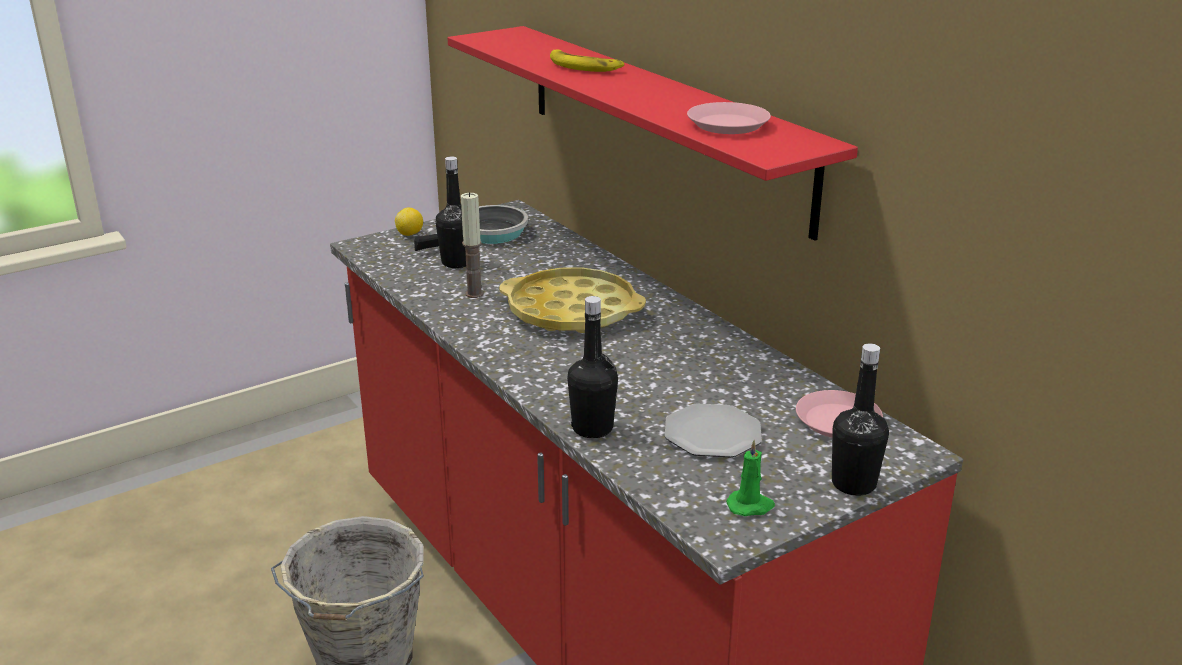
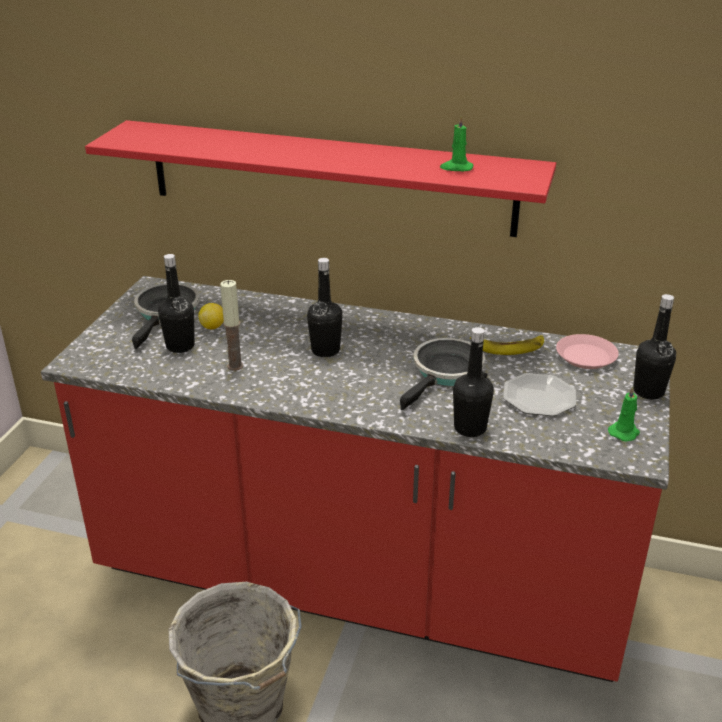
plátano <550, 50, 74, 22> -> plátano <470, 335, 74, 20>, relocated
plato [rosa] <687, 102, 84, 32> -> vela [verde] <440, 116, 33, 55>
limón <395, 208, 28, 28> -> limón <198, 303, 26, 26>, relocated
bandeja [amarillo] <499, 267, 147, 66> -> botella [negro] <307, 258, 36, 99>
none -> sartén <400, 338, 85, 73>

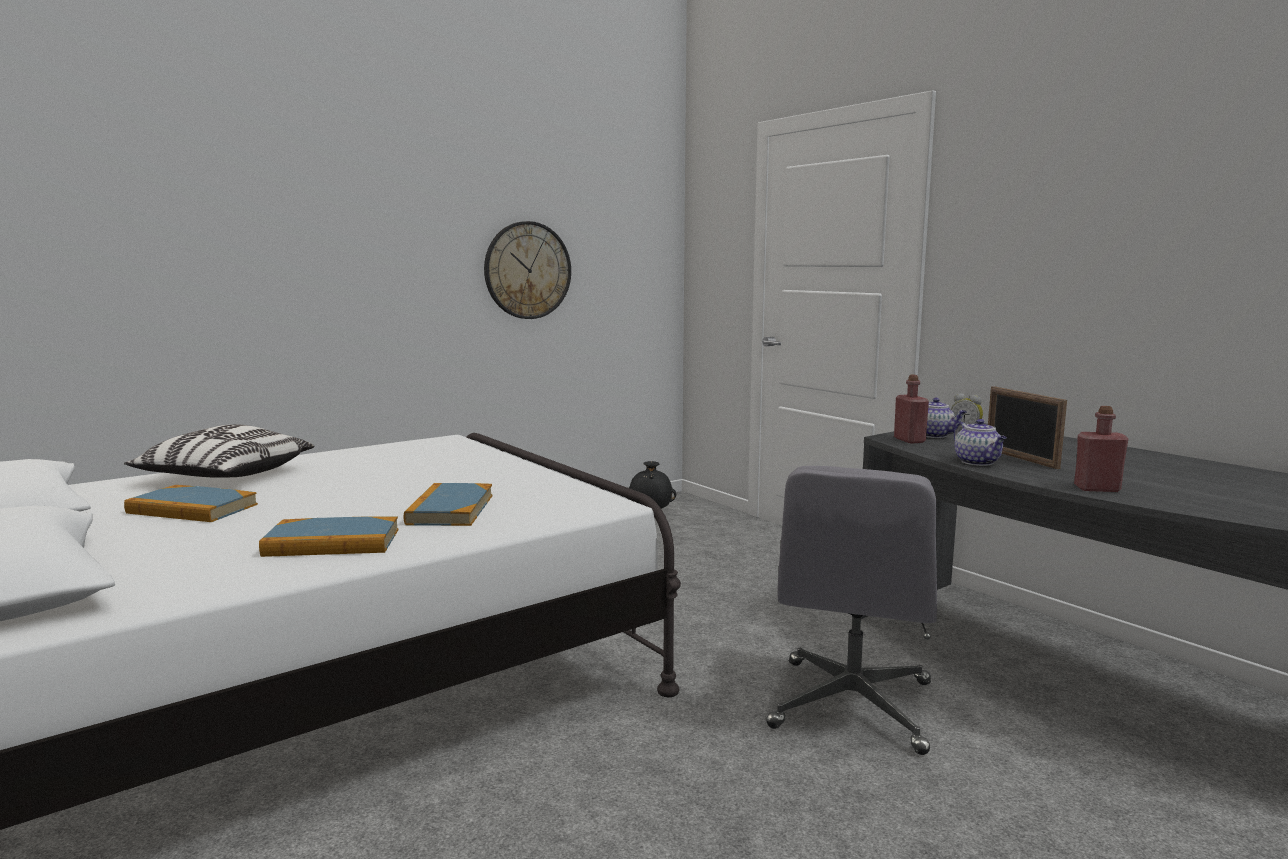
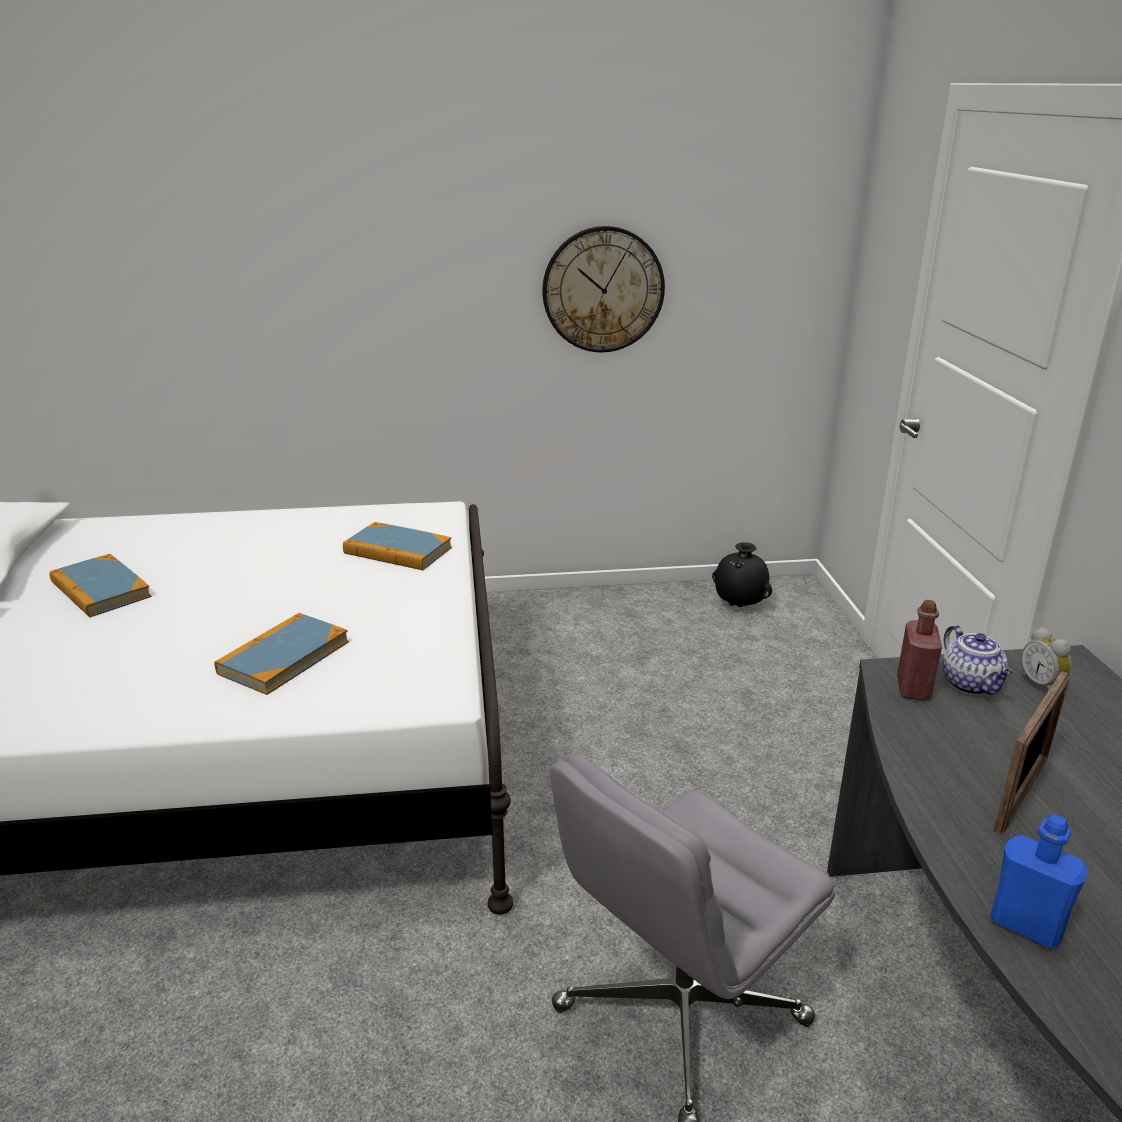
portarretratos <988, 386, 79, 83> -> portarretratos <993, 671, 76, 163>, 150 degrees counterclockwise
botella [rojo] <1074, 406, 54, 86> -> botella [azul] <991, 814, 97, 135>
tetera <954, 419, 53, 47> -> none
cojín <124, 424, 191, 54> -> none
libro <259, 516, 139, 41> -> libro <343, 522, 109, 48>, relocated

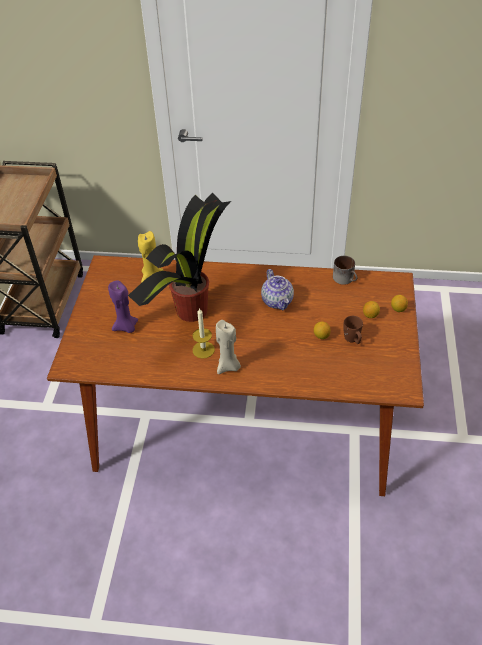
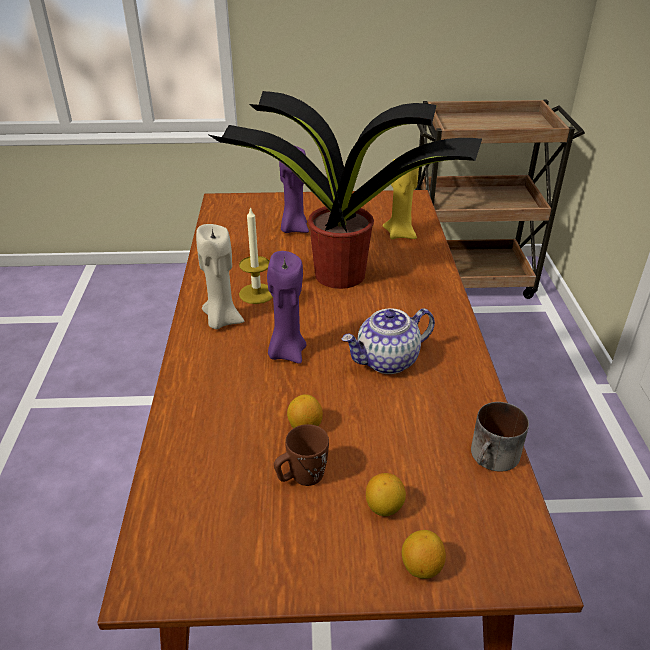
none -> vela [morado] <267, 251, 40, 113>

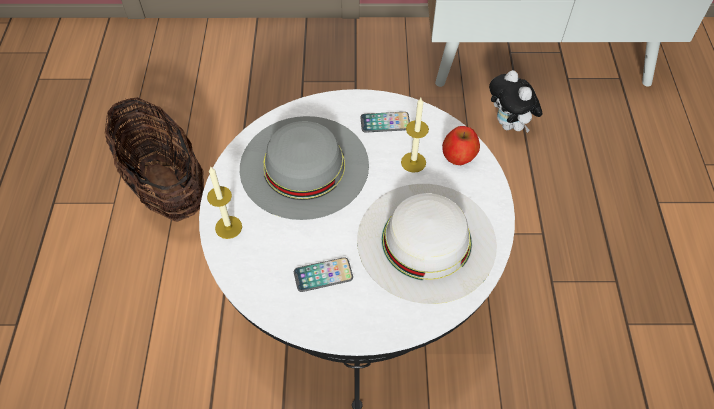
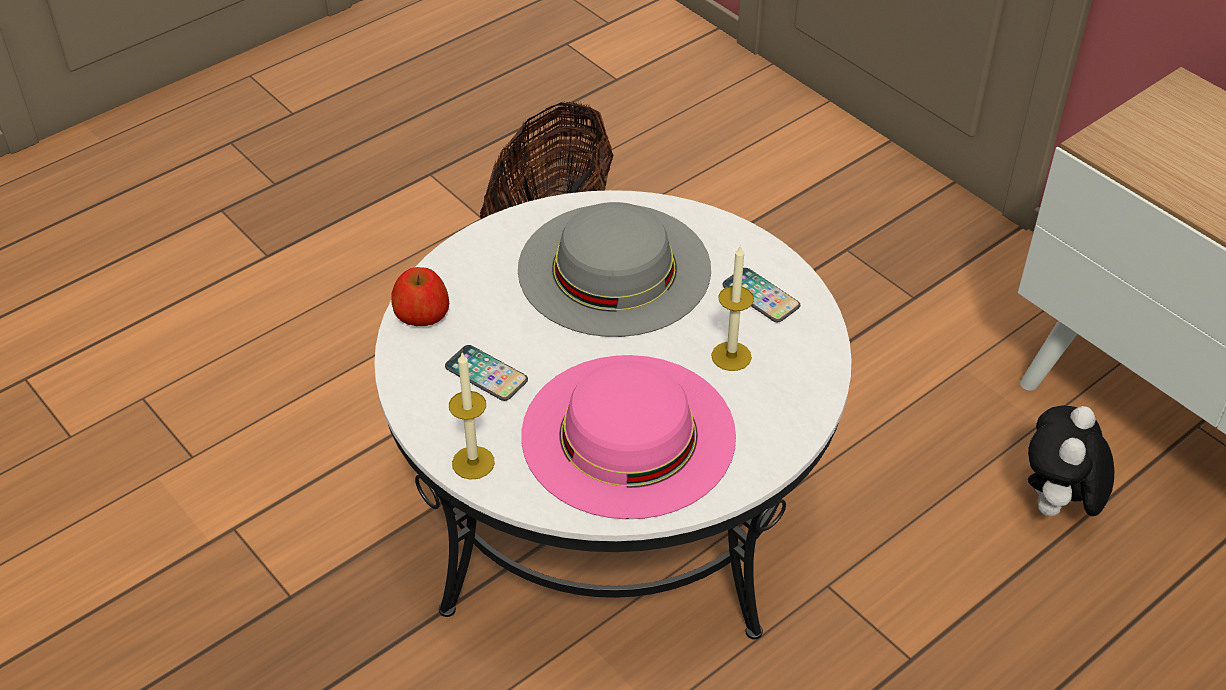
manzana <442, 126, 38, 39> -> manzana <391, 267, 58, 59>, relocated
vela <207, 166, 35, 73> -> vela <449, 353, 46, 127>, relocated
sombrero [blanco] <357, 184, 140, 120> -> sombrero [rosa] <521, 355, 215, 164>

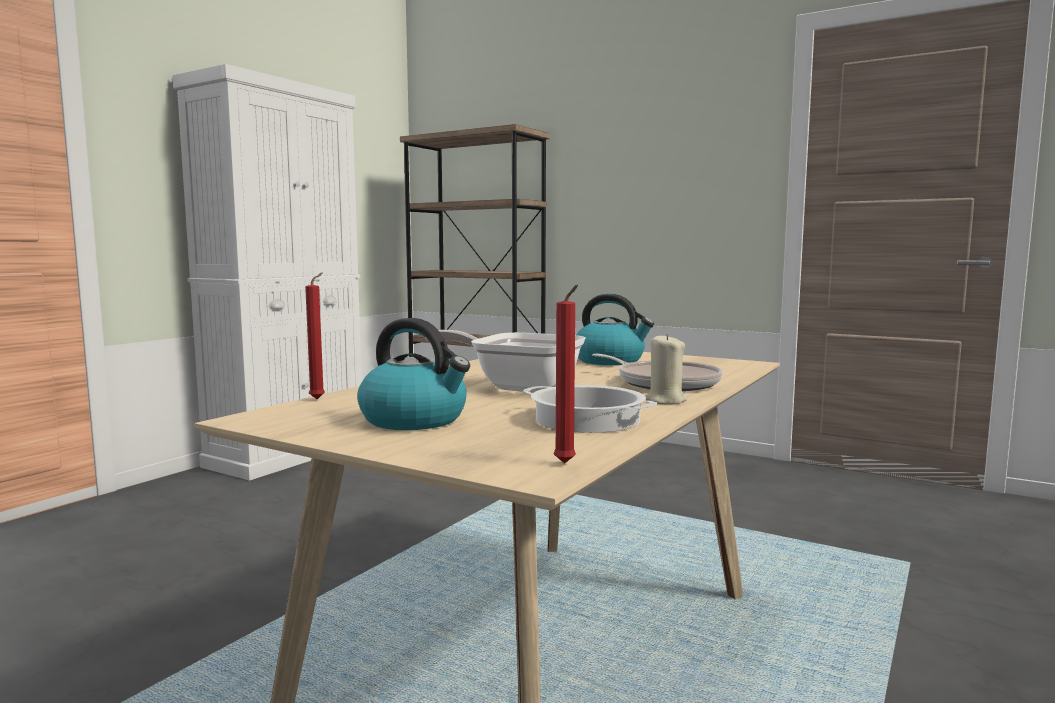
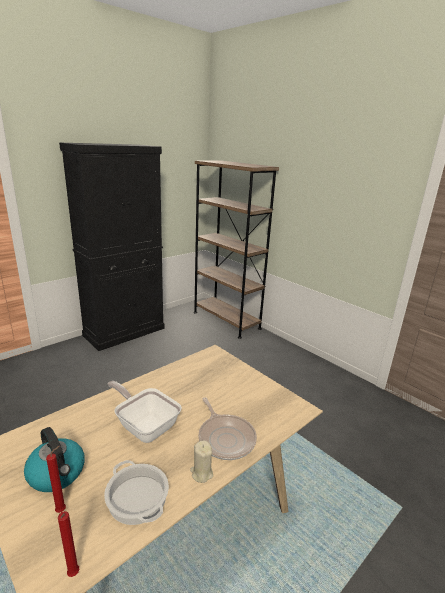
armario [blanco] <172, 64, 190, 417> -> armario [negro] <59, 143, 106, 208>
vela [rojo] <305, 272, 20, 127> -> vela [rojo] <46, 446, 20, 67>, relocated
hervidor <577, 294, 77, 71> -> none

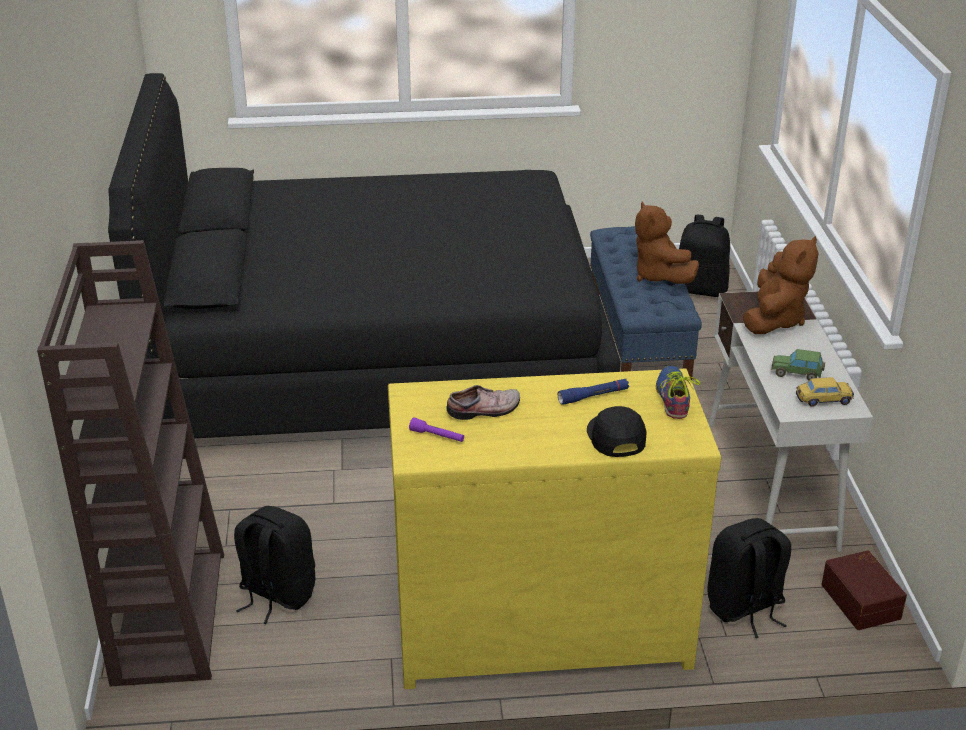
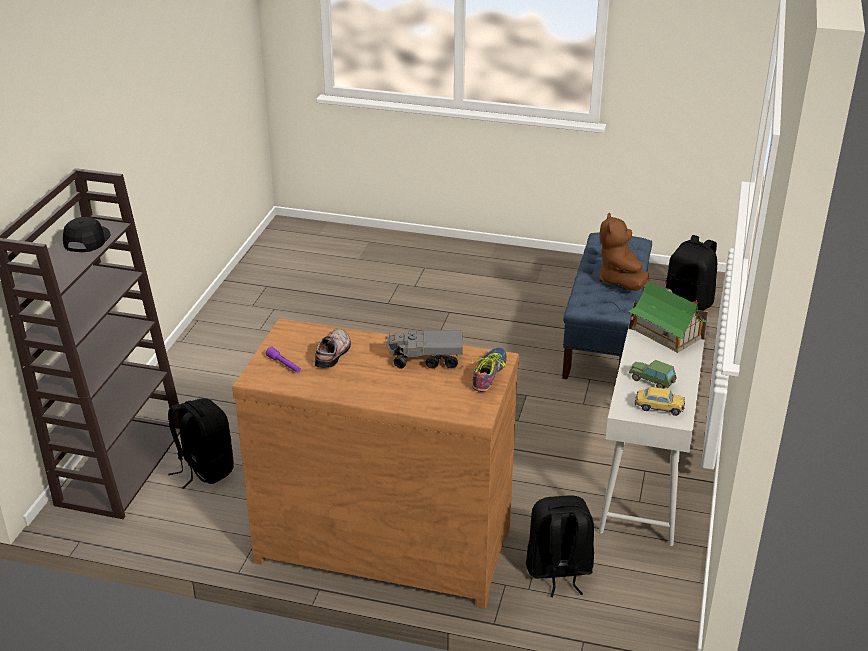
cama [negro] <108, 73, 513, 365> -> none
peluche [marrón] <743, 236, 76, 98> -> casita <628, 277, 81, 76>
cómoda [amarillo] <388, 368, 334, 321> -> cómoda [marrón] <232, 318, 287, 290>
linterna [azul] <558, 379, 71, 26> -> camión de juguete <385, 330, 78, 39>
zapato <446, 385, 74, 35> -> zapato <315, 329, 36, 39>, 75 degrees counterclockwise
gorra [negro] <587, 406, 60, 51> -> gorra [negro] <63, 217, 48, 35>, relocated
caja de almacenaje [marrón] <822, 550, 85, 80> -> none

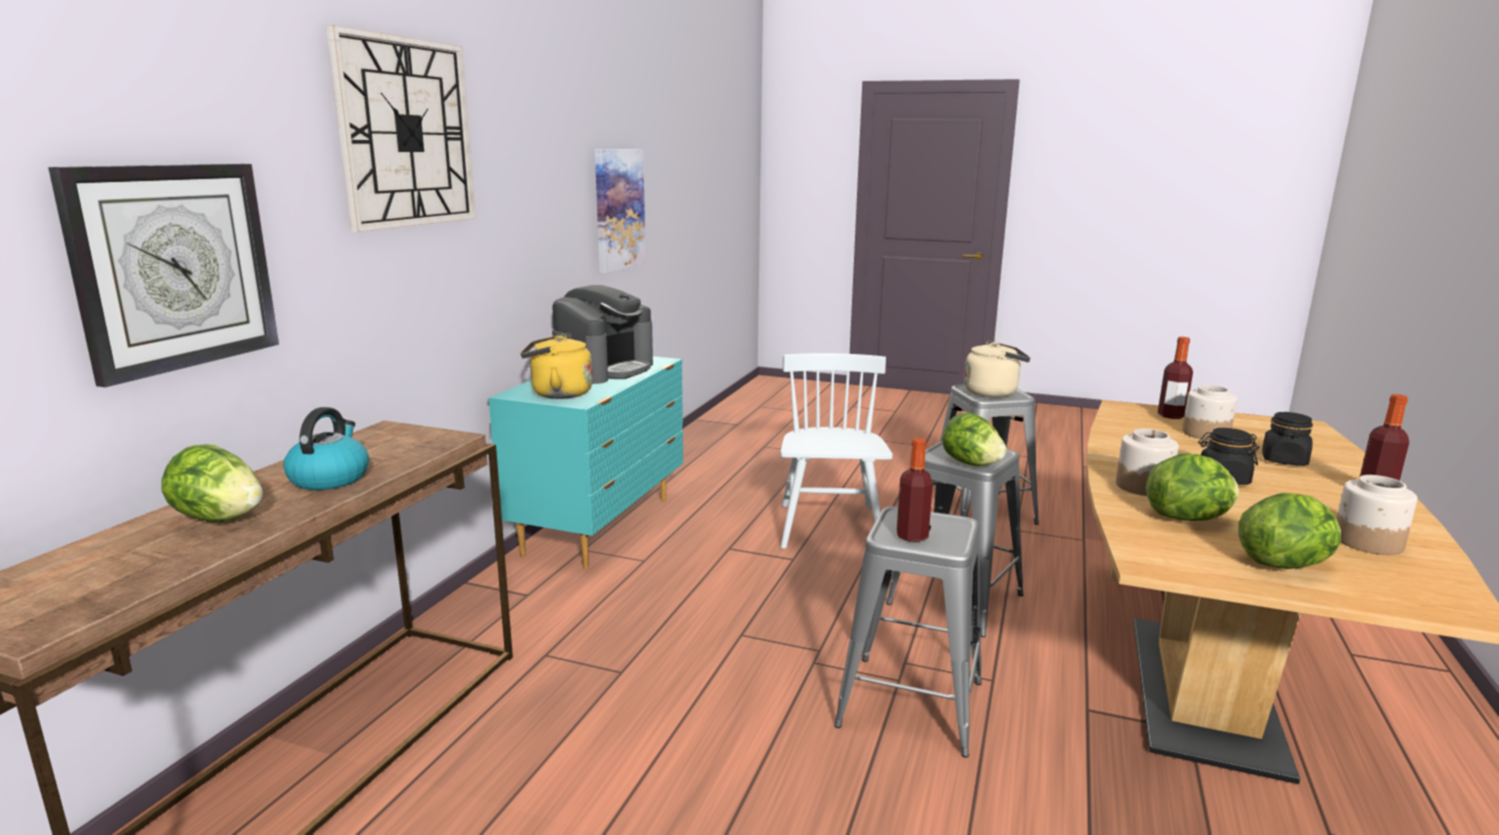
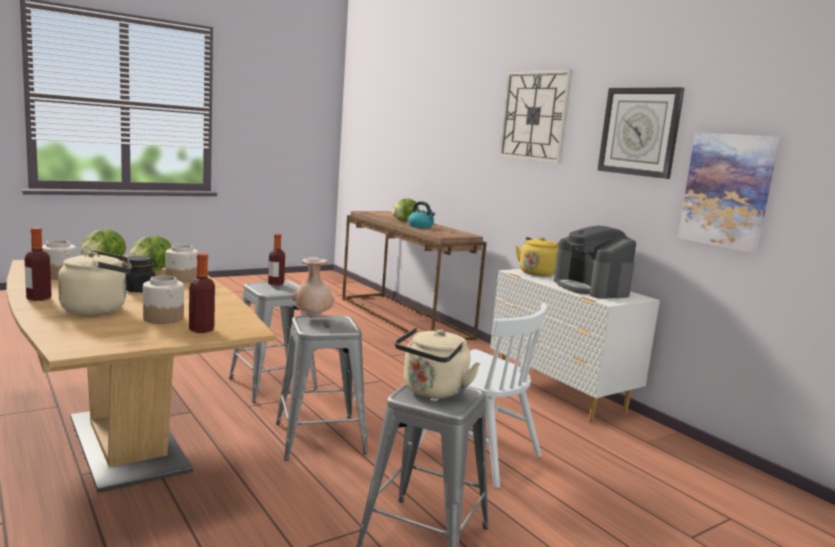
reloj de pared <48, 164, 231, 223> -> reloj de pared <598, 87, 87, 92>, relocated
cómoda [turquesa] <489, 356, 194, 213> -> cómoda [blanco] <490, 269, 170, 154>
tarro [negro] <1262, 412, 51, 54> -> hervidor [beis] <58, 250, 74, 65>
lechuga <942, 413, 64, 53> -> florero [beis] <292, 257, 43, 61>

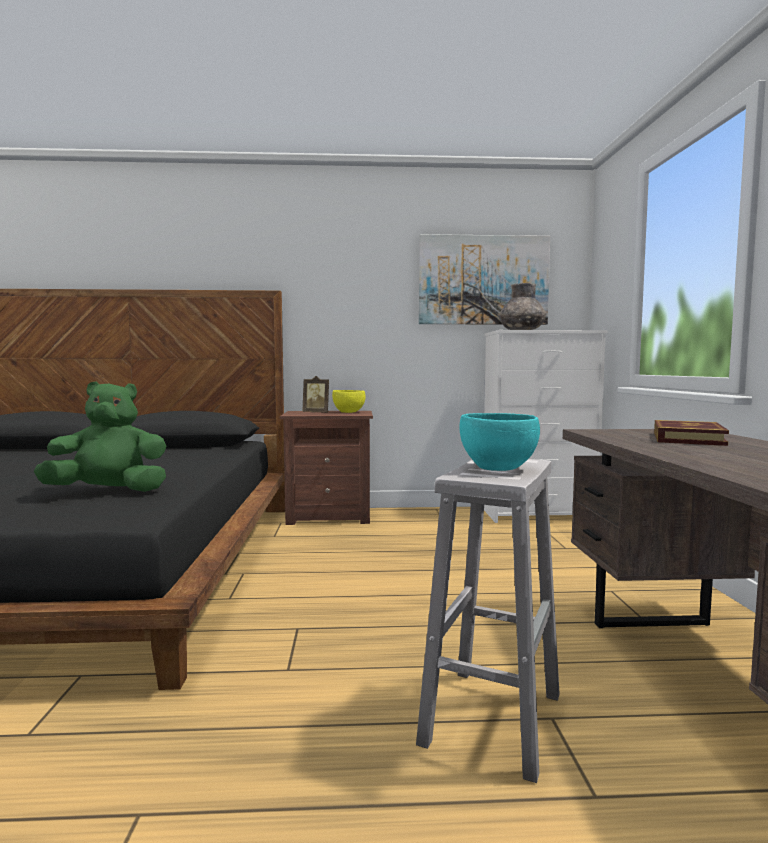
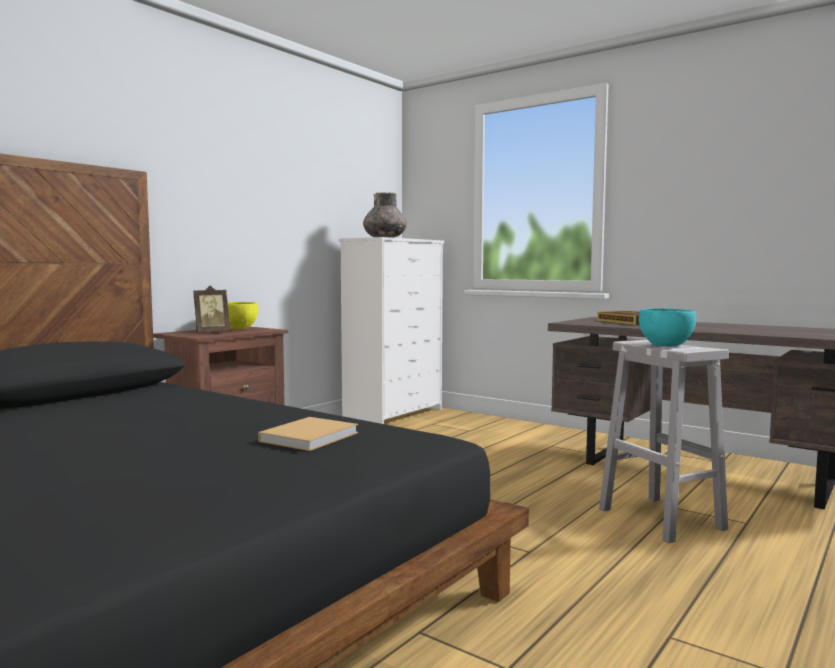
cuadro <419, 234, 131, 91> -> none
peluche [verde] <34, 381, 132, 111> -> libro [beis] <258, 417, 100, 34>

